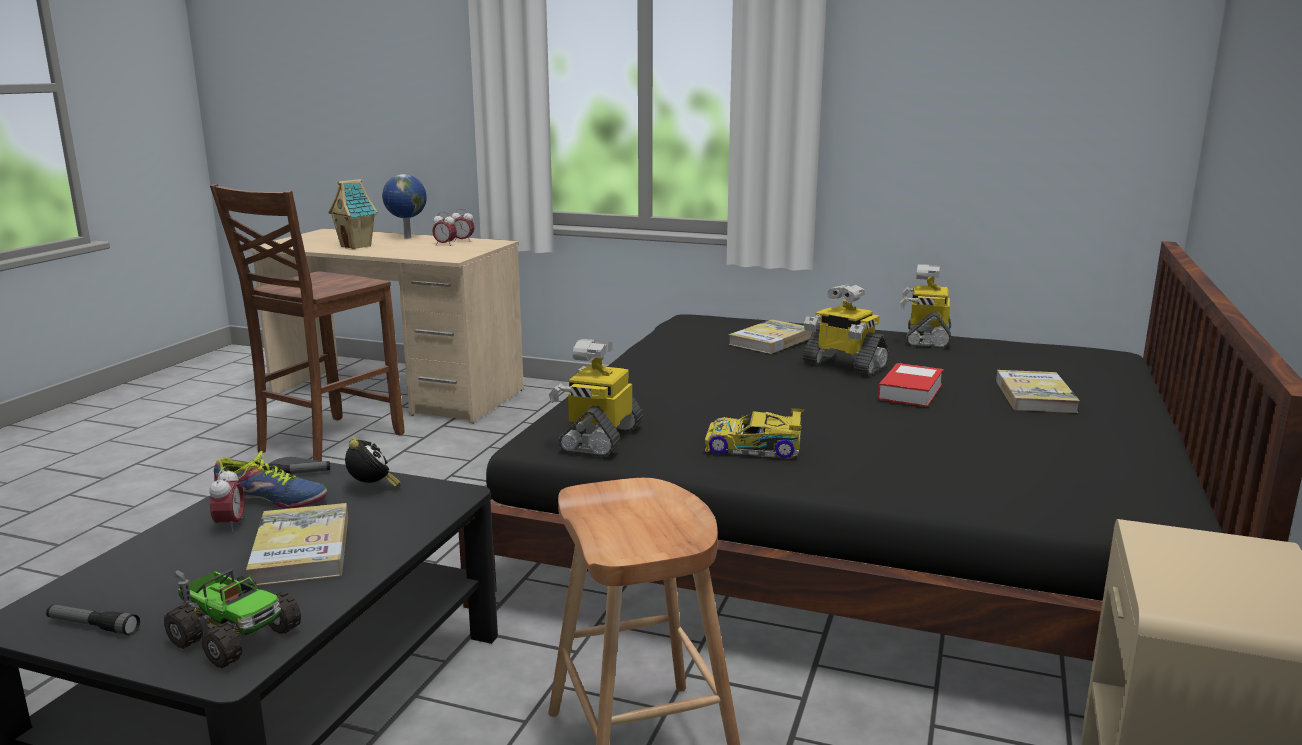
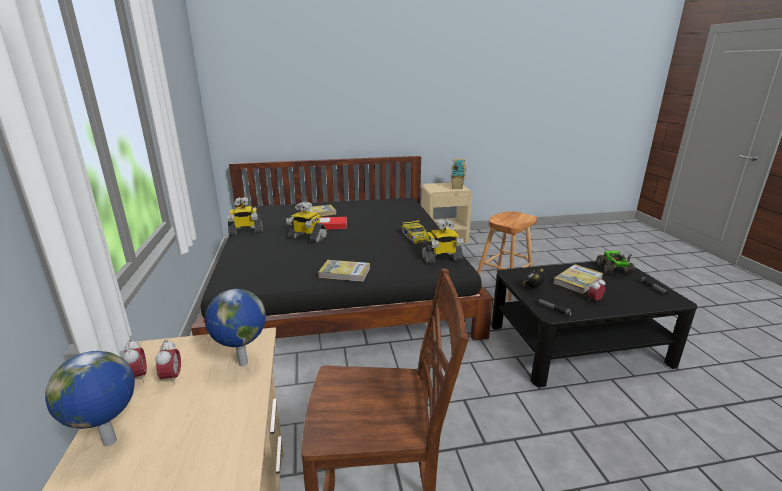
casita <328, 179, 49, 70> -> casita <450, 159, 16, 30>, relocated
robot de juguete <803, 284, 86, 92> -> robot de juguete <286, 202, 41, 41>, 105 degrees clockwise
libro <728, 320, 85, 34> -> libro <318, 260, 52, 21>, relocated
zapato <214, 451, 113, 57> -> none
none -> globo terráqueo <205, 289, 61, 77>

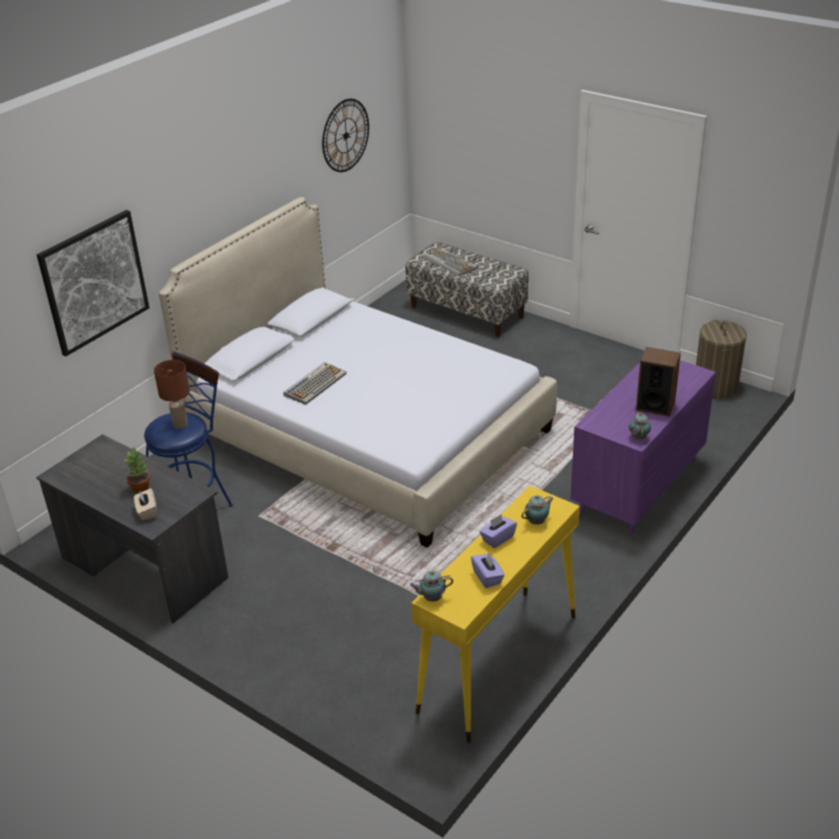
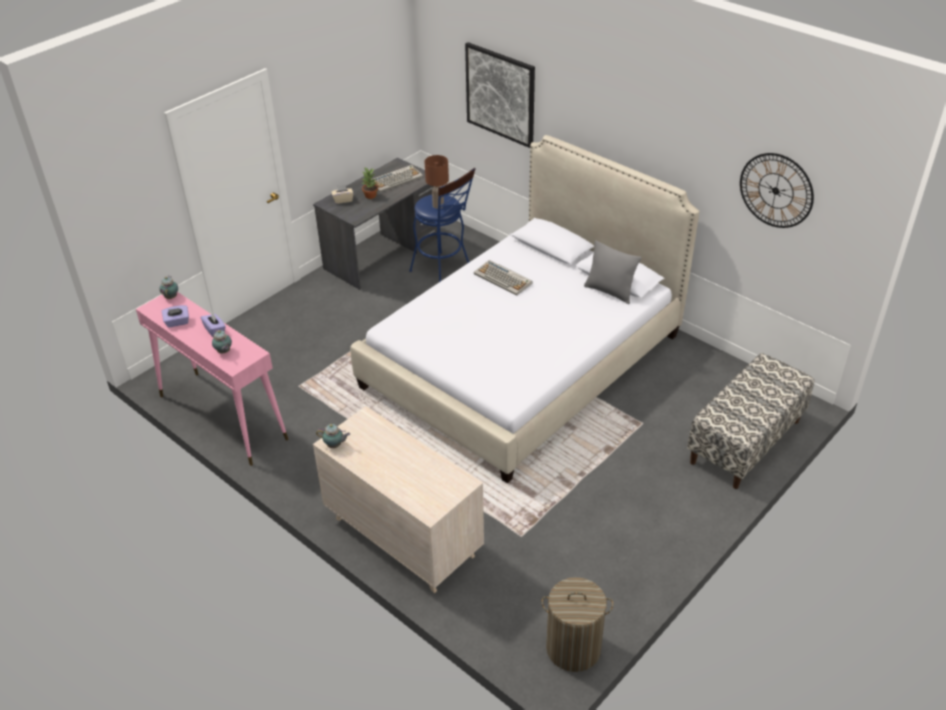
teclado <424, 248, 54, 29> -> teclado <371, 165, 52, 28>, relocated
altavoz <636, 347, 45, 70> -> none
cómoda [morado] <570, 360, 146, 175> -> cómoda [beis] <313, 406, 171, 187>
mesa consola [amarillo] <411, 486, 169, 257> -> mesa consola [rosa] <136, 292, 152, 174>
none -> cojín [gris] <584, 240, 58, 64>

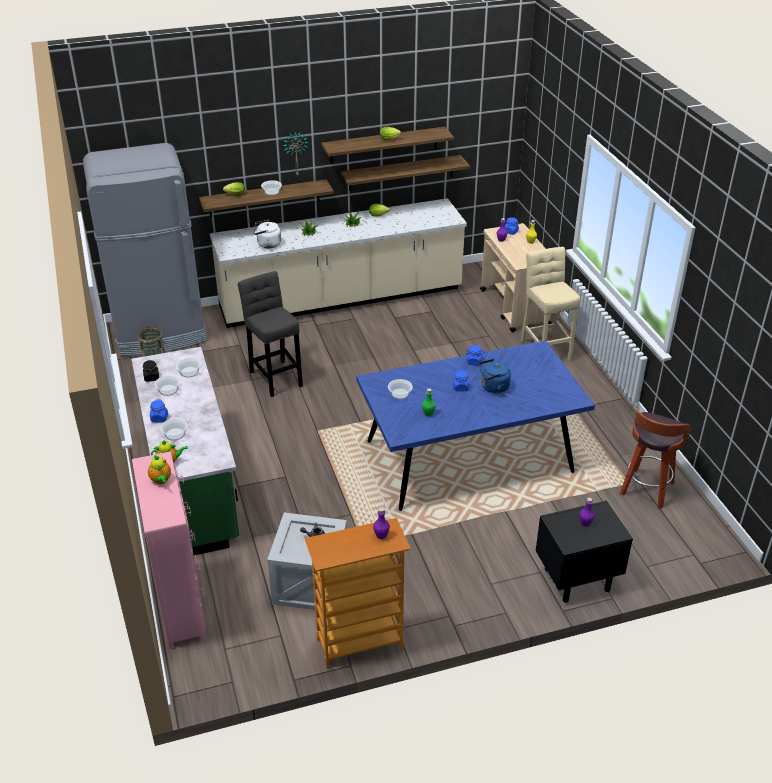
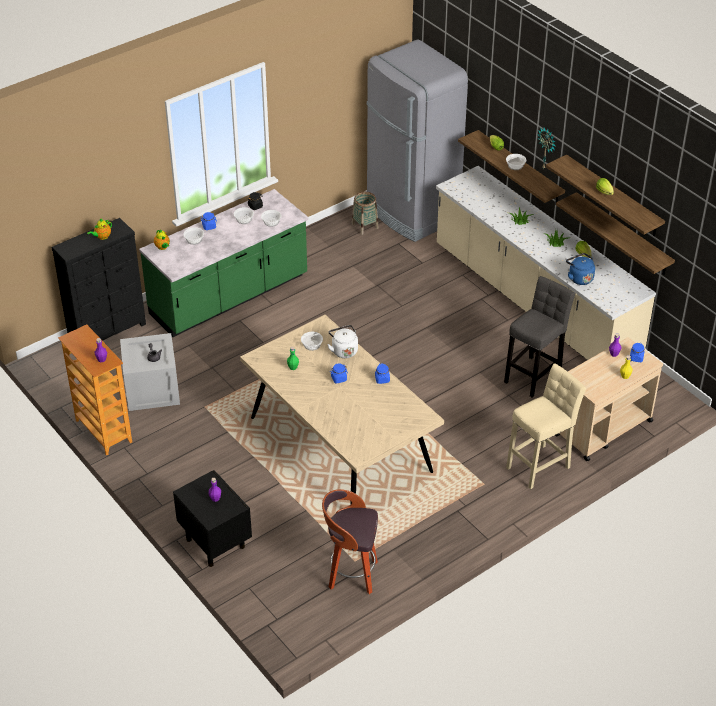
hervidor [blanco] <254, 220, 27, 28> -> hervidor [blanco] <327, 325, 31, 33>, relocated
taburete [gris] <238, 271, 65, 126> -> taburete [gris] <504, 276, 71, 122>, relocated
mesa de comedor [azul] <356, 341, 239, 170> -> mesa de comedor [beis] <240, 315, 204, 190>
hervidor [azul] <478, 359, 33, 34> -> hervidor [azul] <566, 253, 29, 32>, relocated
cómoda [rosa] <132, 451, 74, 198> -> cómoda [negro] <52, 218, 94, 123>

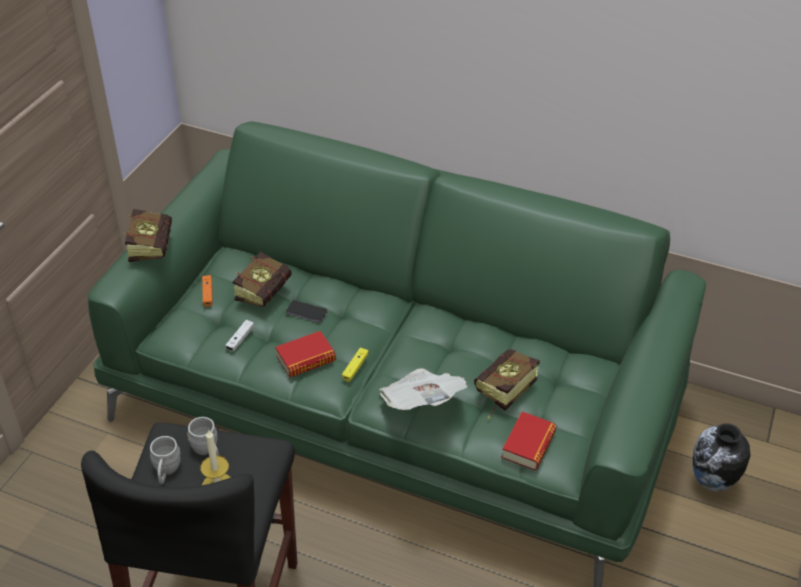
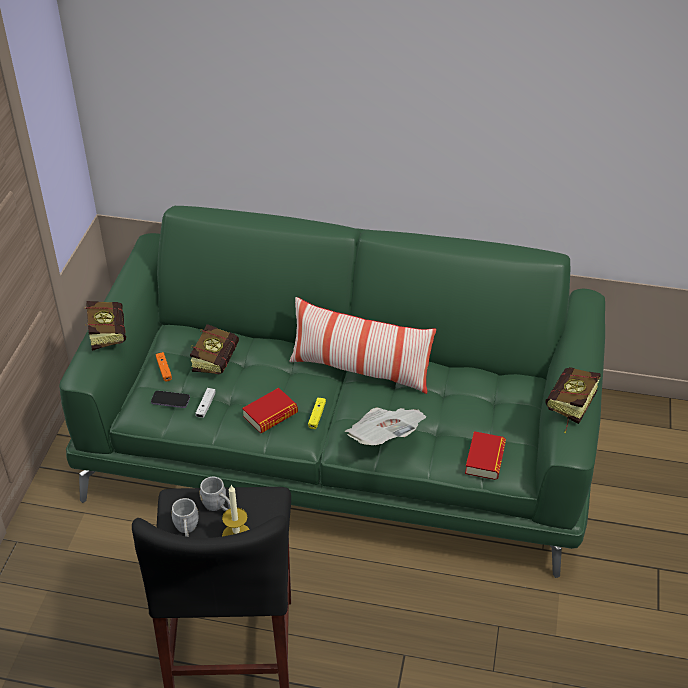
móvil <286, 300, 42, 22> -> móvil <151, 391, 39, 17>, relocated
libro <474, 349, 66, 70> -> libro <545, 367, 56, 67>, relocated
florero <693, 423, 57, 68> -> none
none -> cojín <289, 297, 147, 97>

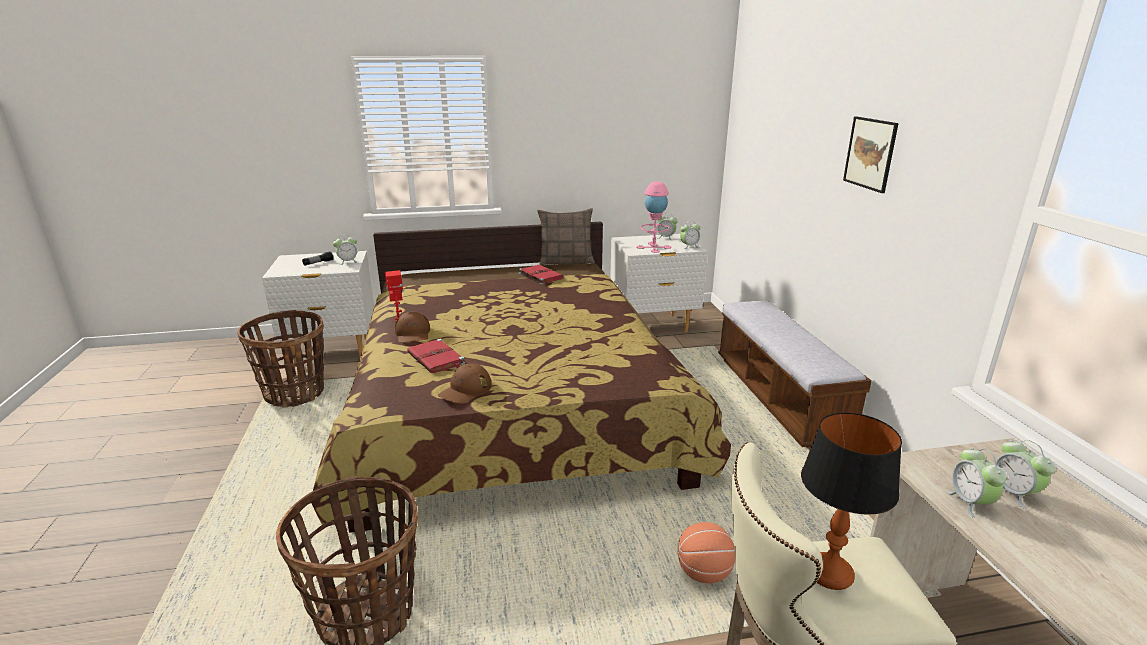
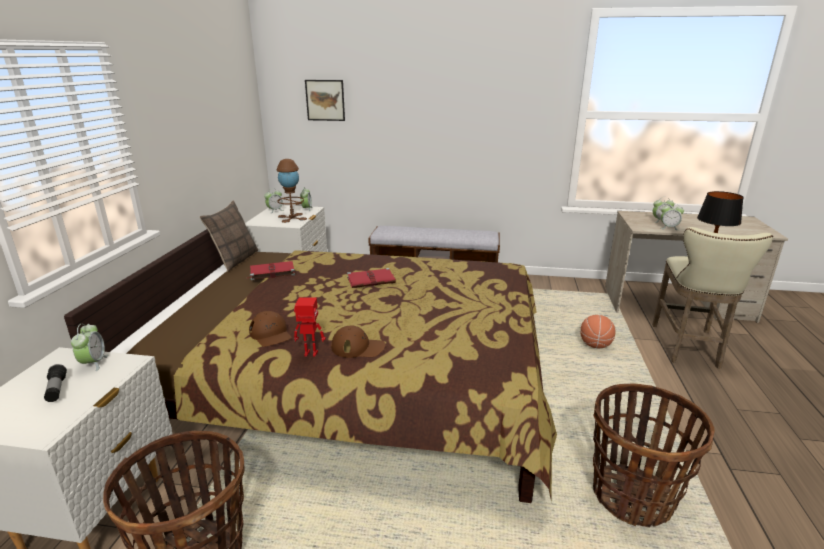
cuadro <843, 116, 56, 77> -> cuadro <305, 80, 40, 41>, relocated
lámpara de mesa [rosa] <636, 181, 36, 72> -> lámpara de mesa [marrón] <277, 159, 30, 64>
libro [rojo] <407, 339, 58, 34> -> libro [rojo] <347, 268, 49, 20>, relocated
gorra [marrón] <438, 364, 54, 40> -> gorra [marrón] <249, 311, 43, 36>, relocated

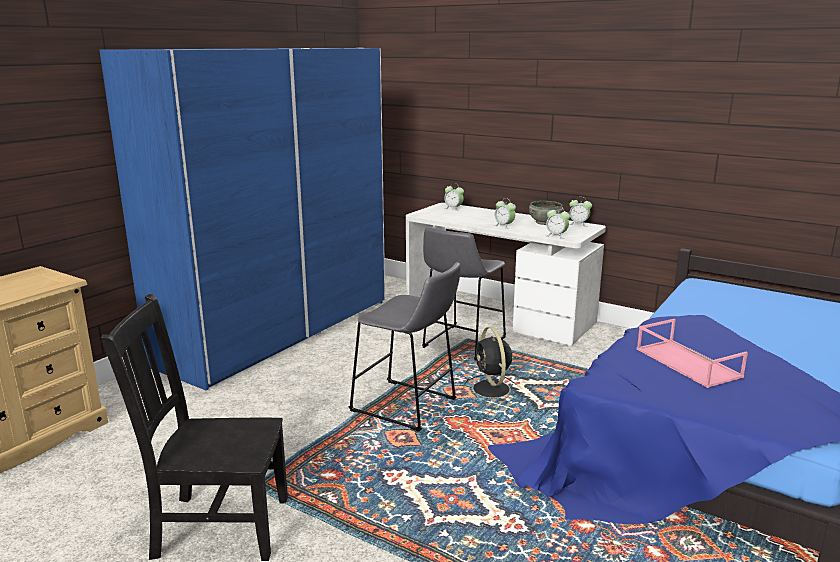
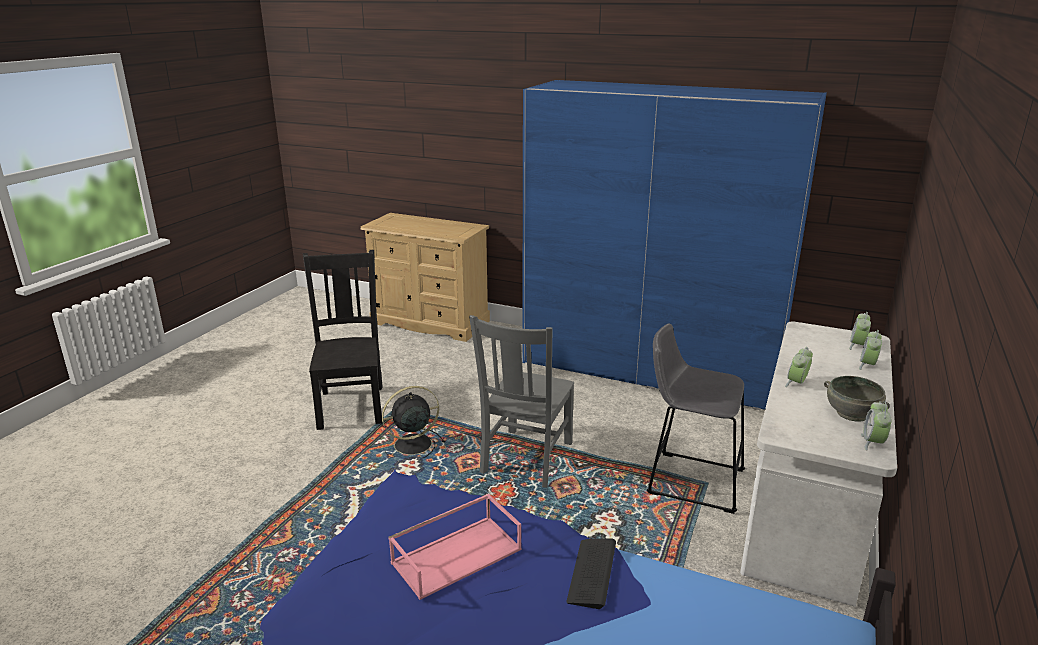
despertador <546, 207, 24, 32> -> despertador <859, 330, 23, 40>, relocated
taburete [gris] <349, 262, 112, 170> -> silla [gris] <469, 315, 105, 173>
ventilador [negro] <464, 327, 53, 76> -> ventilador [negro] <382, 386, 63, 73>, relocated
none -> teclado <566, 538, 50, 71>

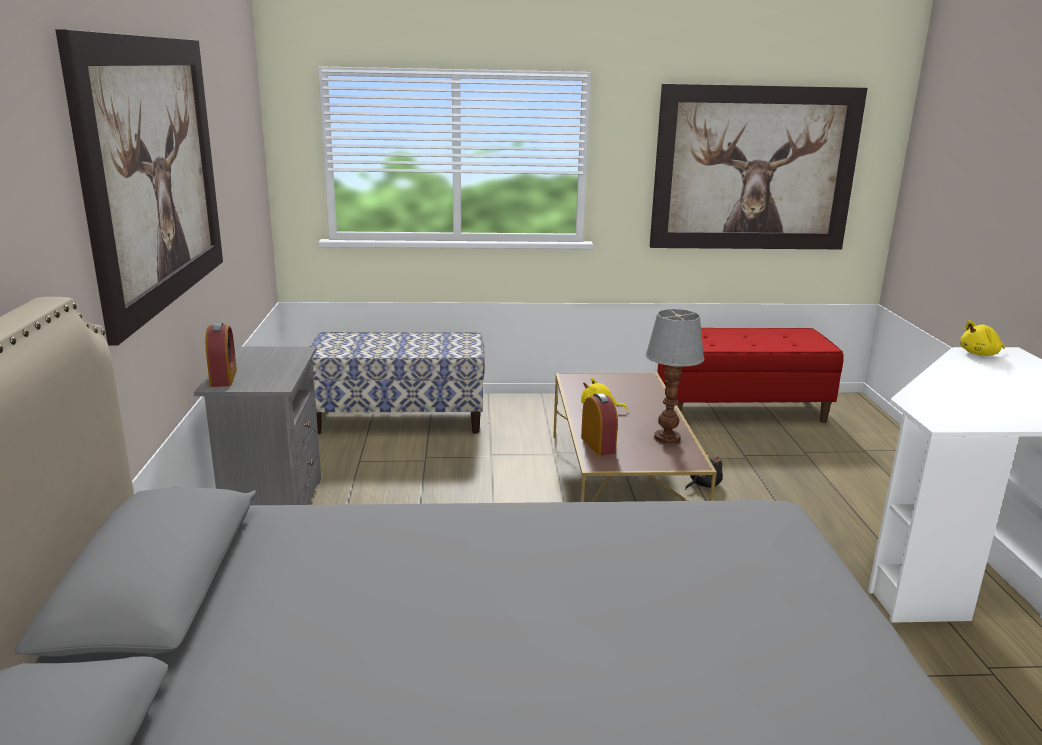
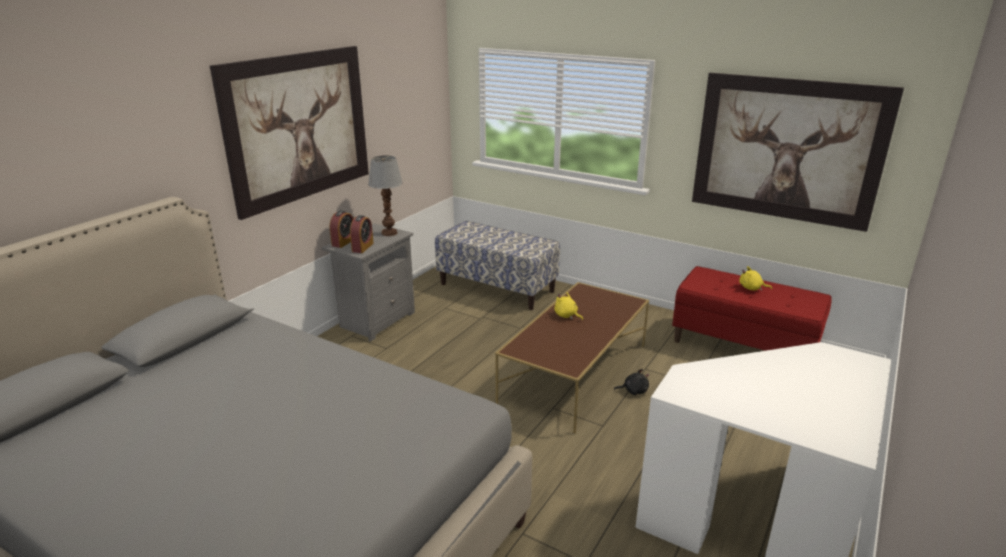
lámpara de mesa <645, 309, 59, 136> -> lámpara de mesa <368, 155, 35, 81>, relocated
peluche [amarillo] <960, 320, 45, 36> -> peluche [amarillo] <739, 266, 33, 25>, relocated
despertador <581, 393, 37, 63> -> despertador <350, 215, 24, 38>, relocated

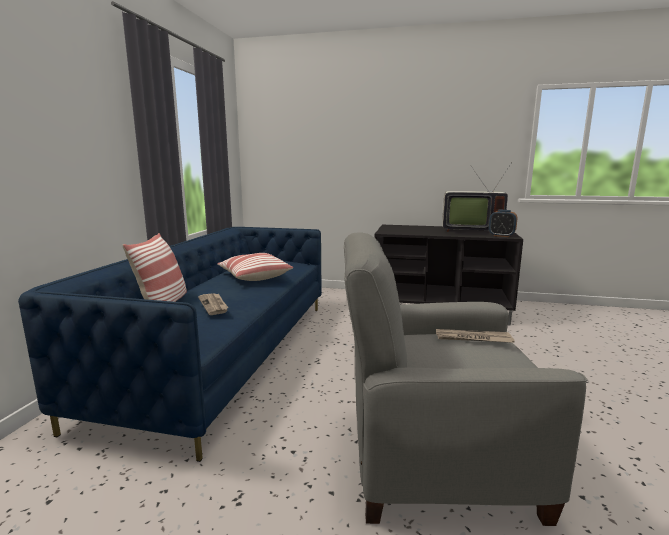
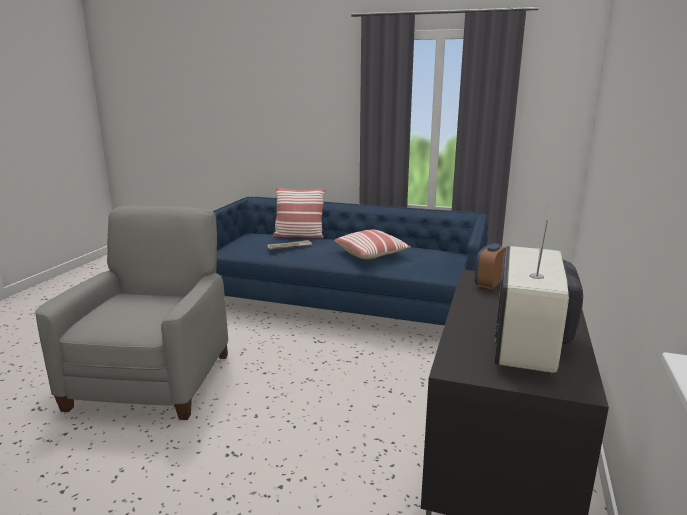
despertador <489, 210, 28, 27> -> despertador <475, 243, 31, 46>, relocated
periódico <436, 329, 79, 14> -> none

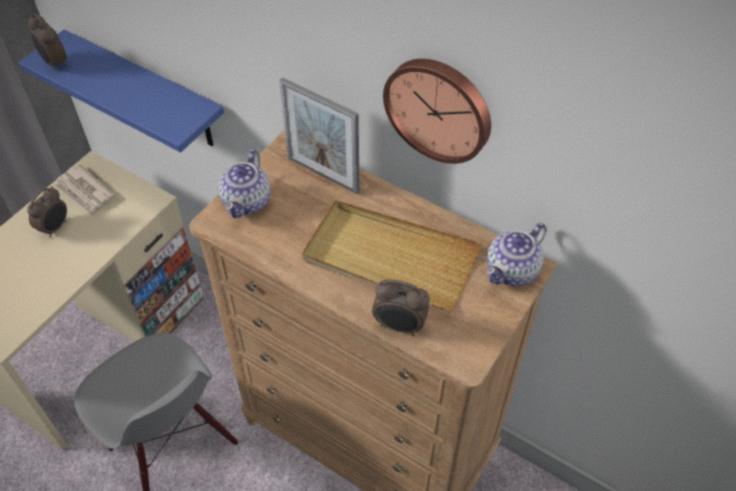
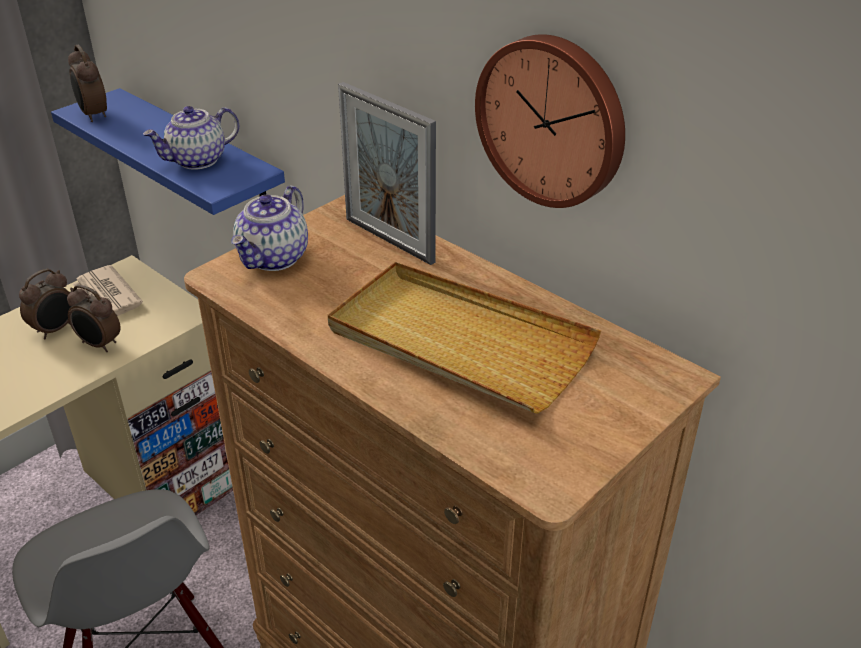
tetera <486, 223, 61, 63> -> tetera <143, 106, 96, 64>, relocated
despertador <372, 279, 58, 57> -> despertador <67, 285, 54, 67>, relocated

